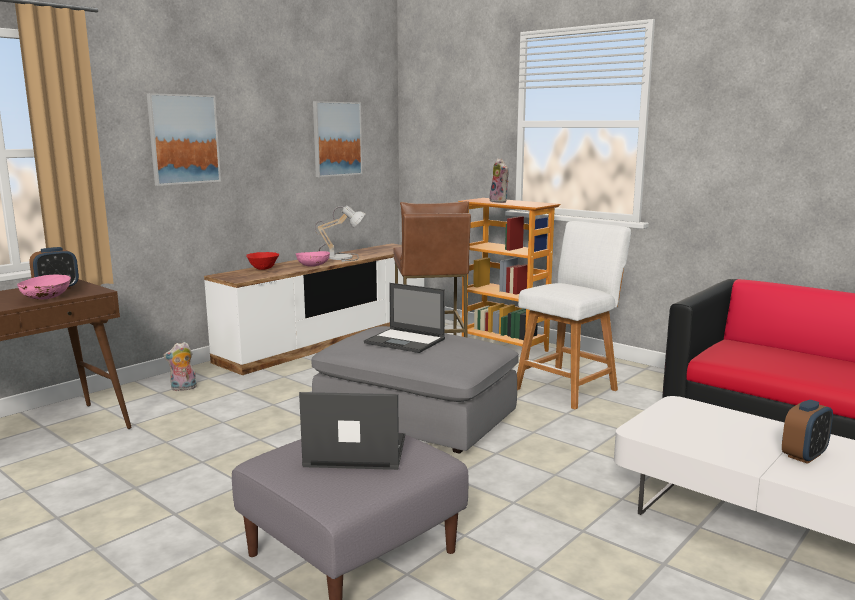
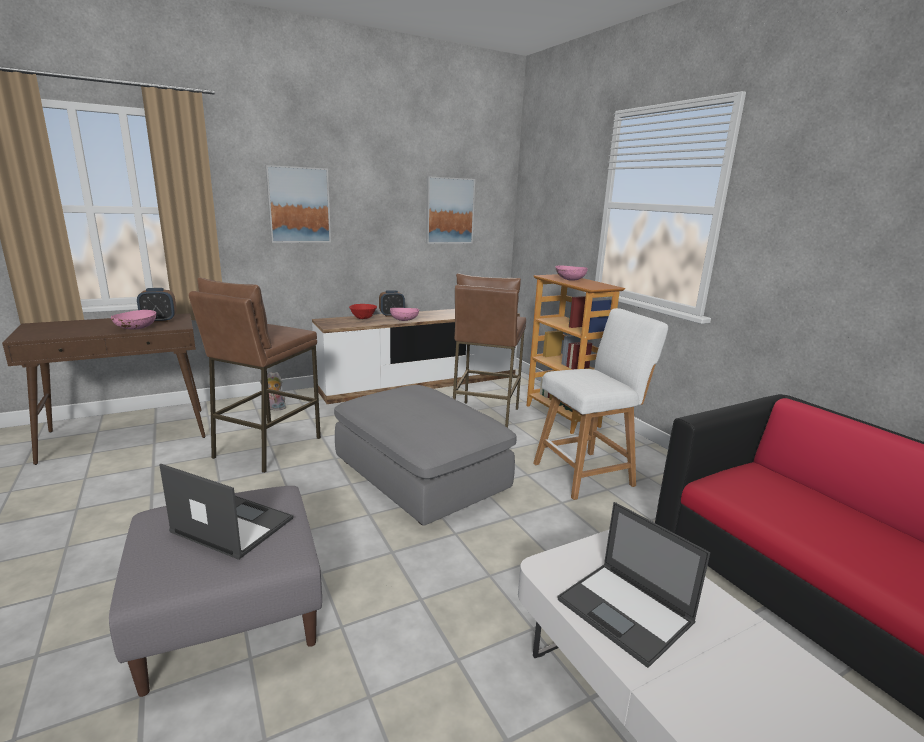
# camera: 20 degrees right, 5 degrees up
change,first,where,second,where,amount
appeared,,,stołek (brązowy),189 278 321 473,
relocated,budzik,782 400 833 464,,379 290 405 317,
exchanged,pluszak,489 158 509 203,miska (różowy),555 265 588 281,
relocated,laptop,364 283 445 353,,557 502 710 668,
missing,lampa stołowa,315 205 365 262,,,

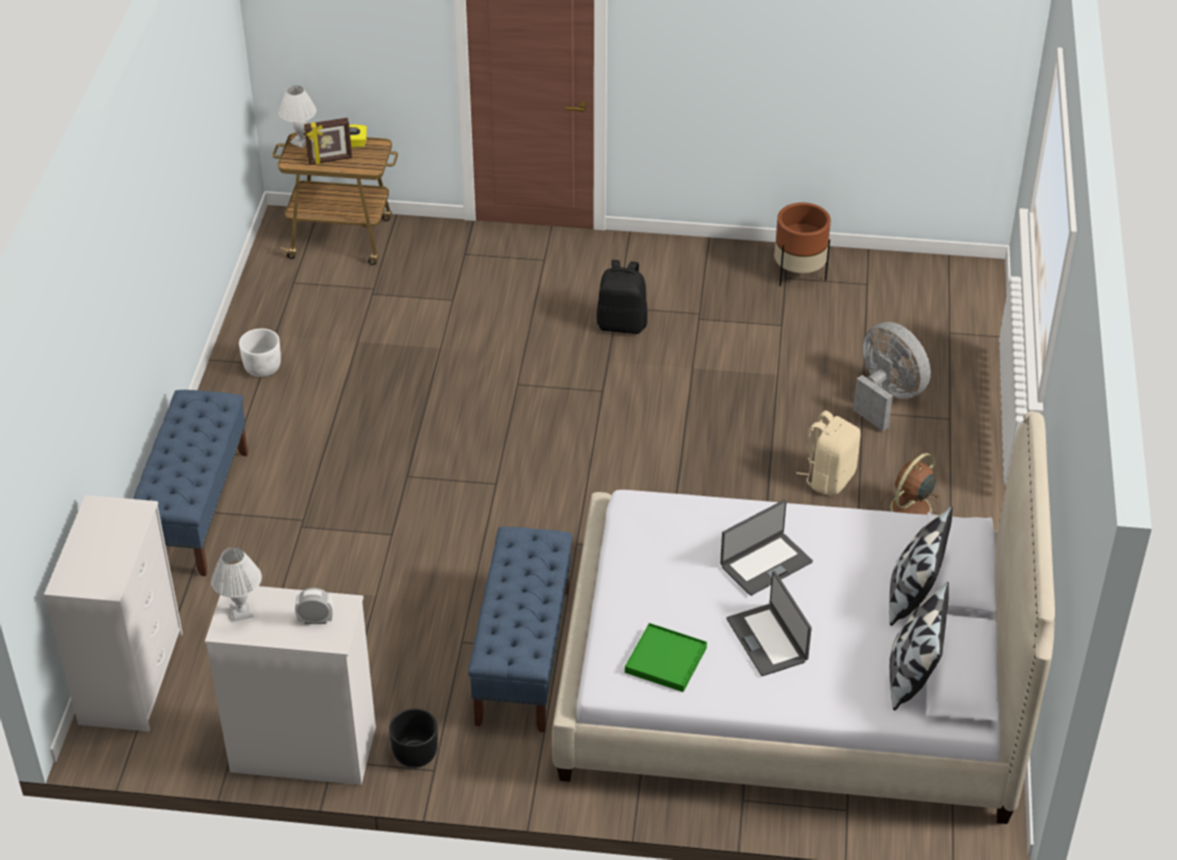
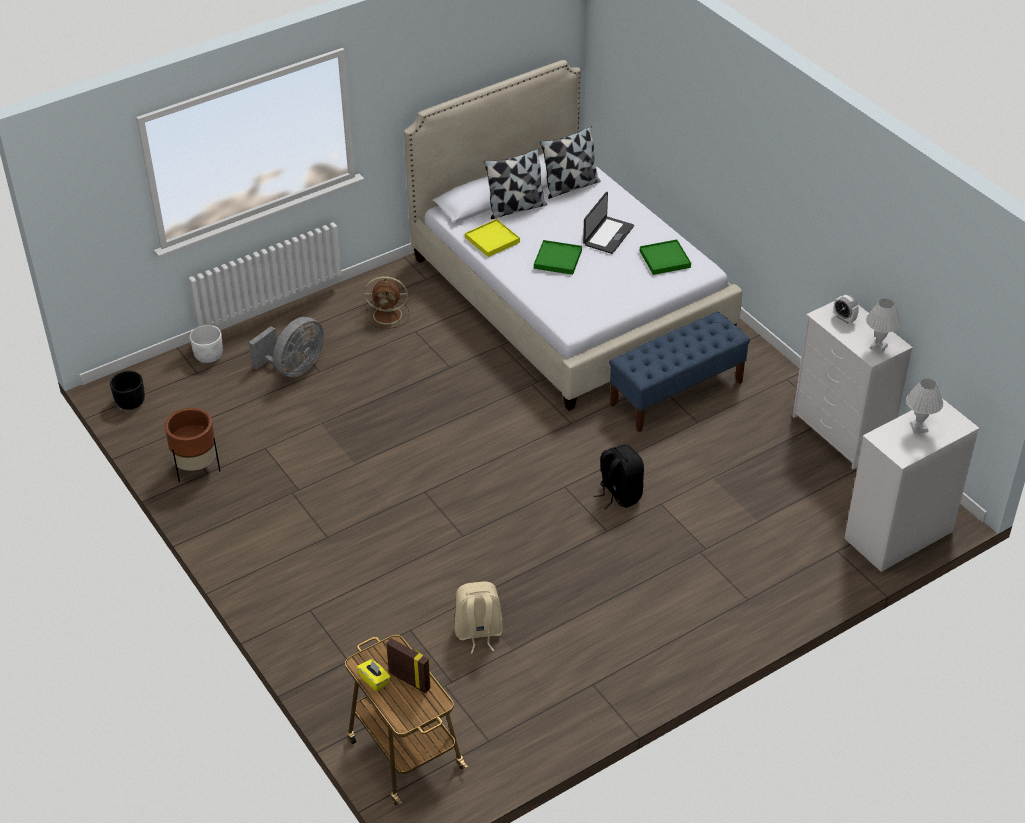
# camera: 130 degrees left, 0 degrees up
change,first,where,second,where,amount
relocated,donica (czarny),389 708 438 768,,110 371 145 410,
relocated,donica (biały),239 328 281 377,,190 325 223 363,
spun,wentylator (szary),853 322 931 431,,249 317 324 377,150 degrees counterclockwise
relocated,plecak (beżowy),796 411 861 495,,454 581 503 654,
appeared,,,taca (żółty),465 219 520 257,
exchanged,laptop,720 500 813 596,taca (zielony),534 240 582 275,
relocated,plecak (czarny),597 260 648 334,,594 445 644 510,
relocated,lampa stołowa (biały),279 85 317 148,,906 378 943 434,
missing,ławka (niebieski),133 390 248 576,,,

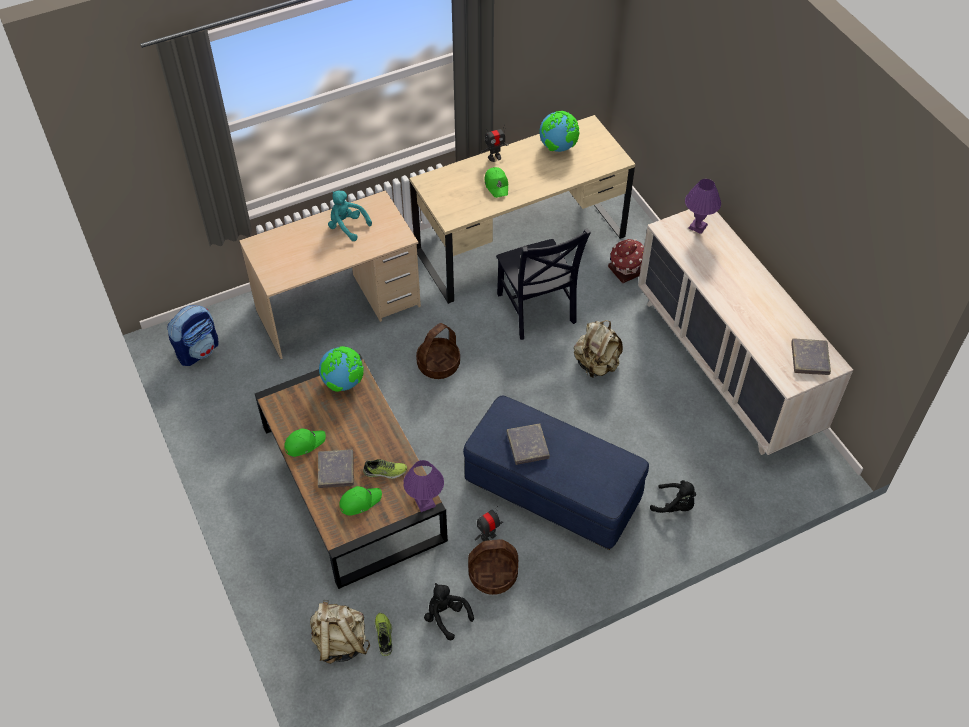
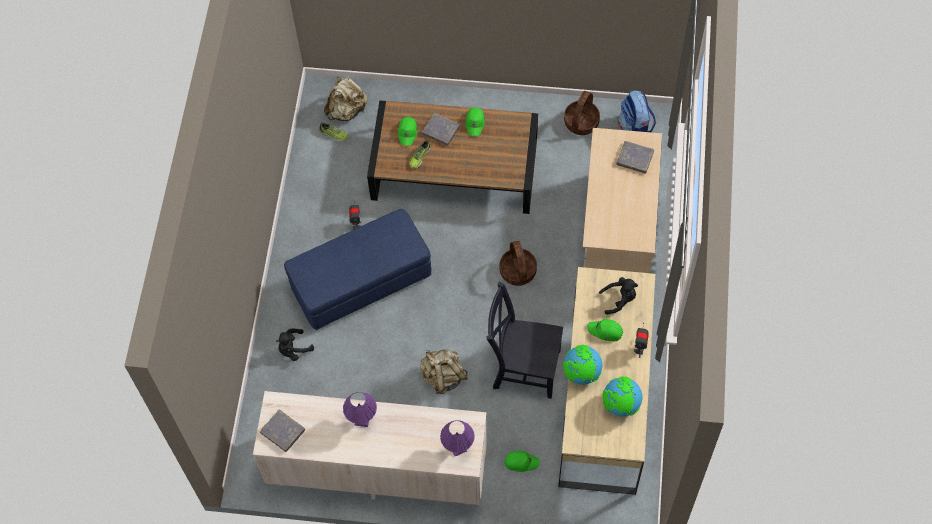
# camera: 125 degrees right, 10 degrees up
change,first,where,second,where,amount
relocated,lampa stołowa (fioletowy),403 460 444 512,,343 392 377 427,
exchanged,domek,608 239 644 283,czapka z daszkiem (zielony),504 451 540 472,
relocated,globus,319 346 364 392,,563 345 602 384,
relocated,koszyk,468 539 518 595,,564 91 600 135,
relocated,pluszak (czarny),424 583 474 640,,599 277 638 315,
relocated,książka (szary),507 423 550 465,,616 141 654 174,
missing,pluszak (turkusowy),328 190 372 241,,,

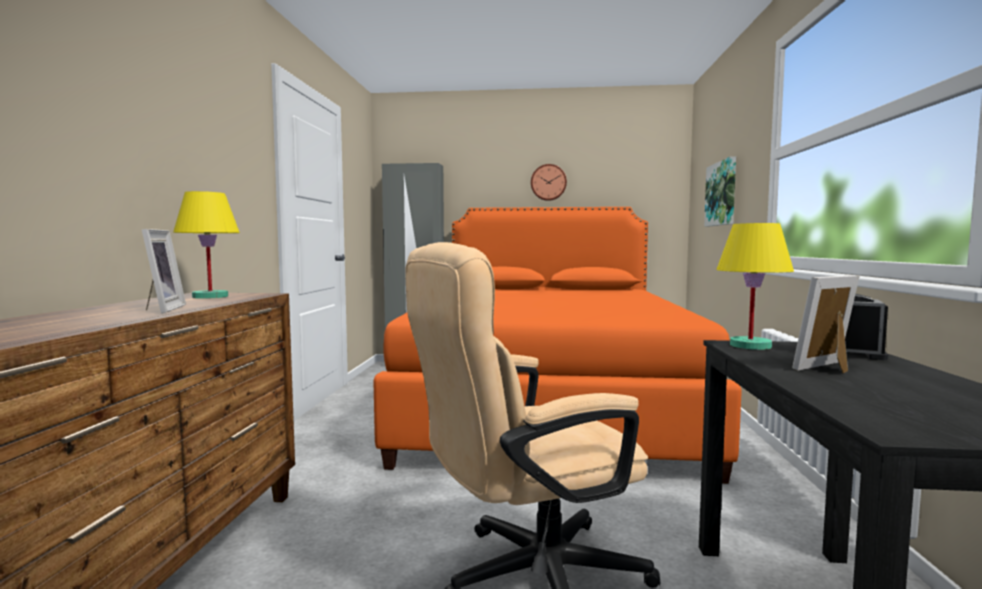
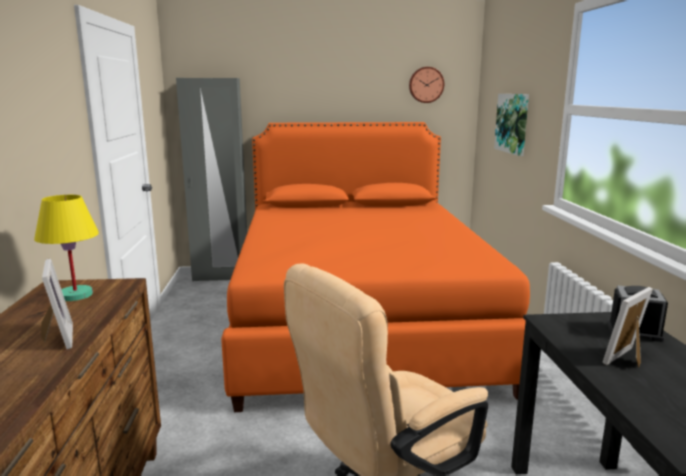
# camera: 10 degrees left, 10 degrees up
change,first,where,second,where,amount
relocated,zegar ścienny,531 164 567 201,,409 67 444 103,
missing,lampa stołowa (żółty),716 223 794 350,,,

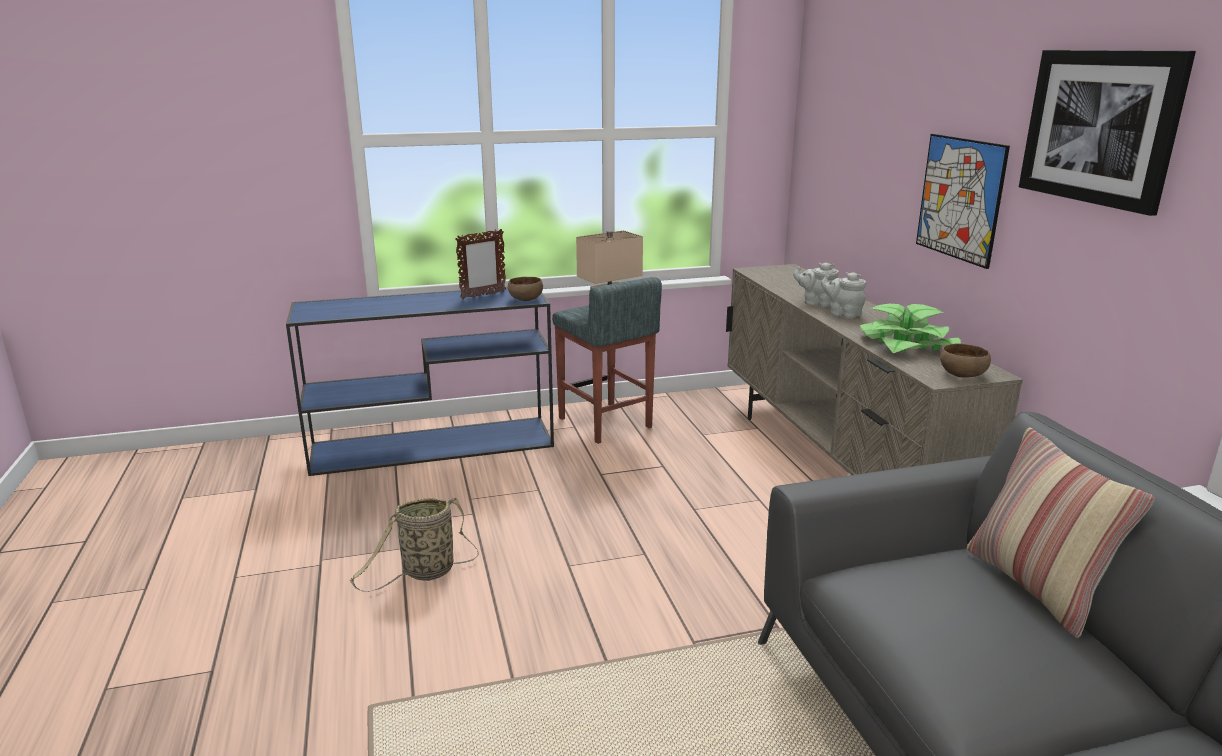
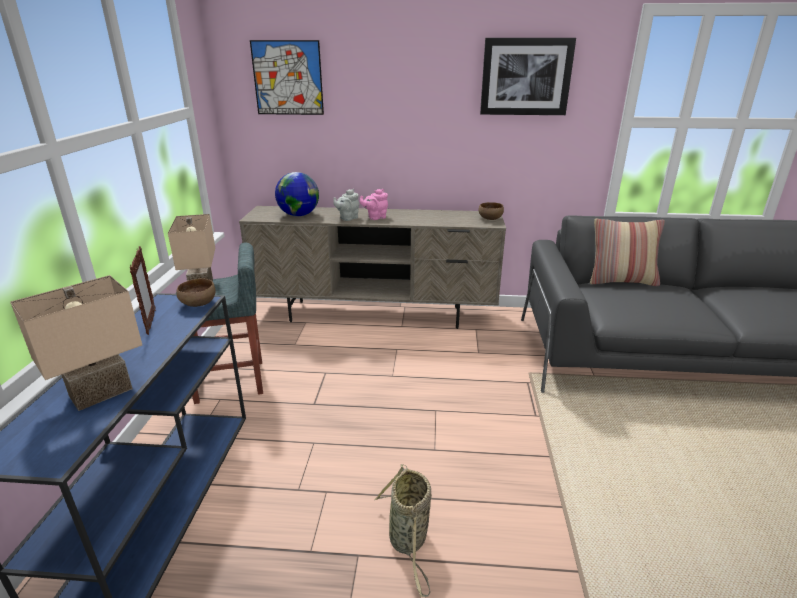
# camera: 70 degrees left, 5 degrees up
change,first,where,second,where,amount
appeared,,,lampa stołowa (beżowy),10 275 142 411,
relocated,obraz,916 134 1010 269,,250 40 324 115,
appeared,,,globus,275 172 319 216,
colour,imbryk (szary),821 272 866 318,imbryk (różowy),360 189 388 220,
missing,roślina doniczkowa,859 304 961 353,,,

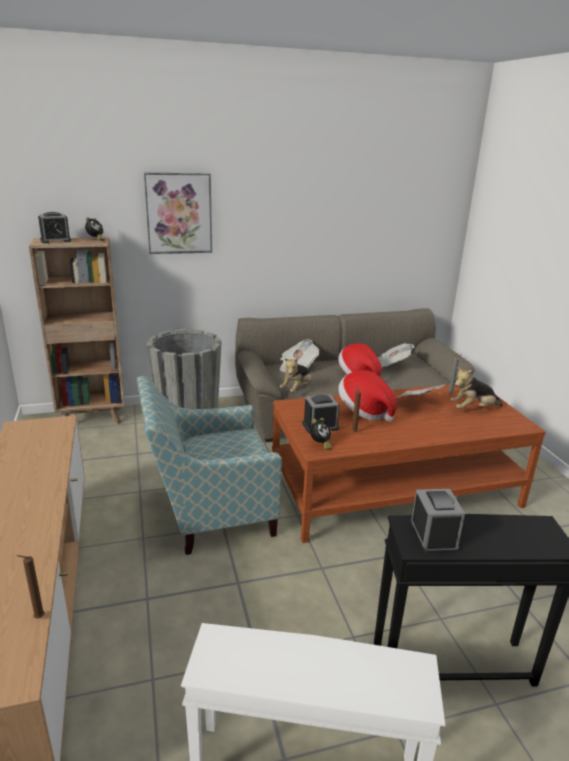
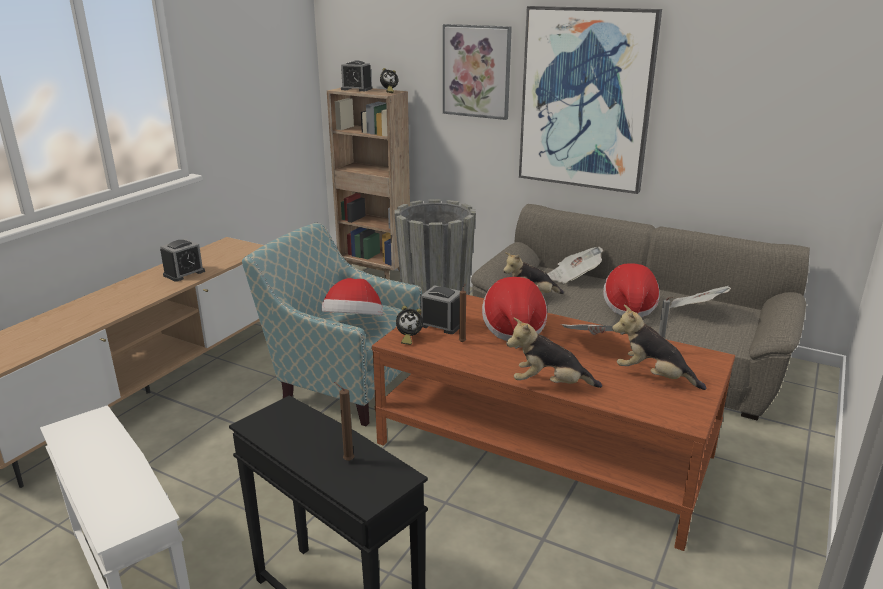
# camera: 45 degrees right, 0 degrees up
change,first,where,second,where,amount
relocated,budzik,410 489 465 554,,160 239 205 282,
appeared,,,kapelusz,321 278 383 315,
relocated,świeca (brązowy),16 555 45 619,,334 382 354 461,
appeared,,,pluszak,506 318 602 388,
appeared,,,obraz,519 6 662 194,

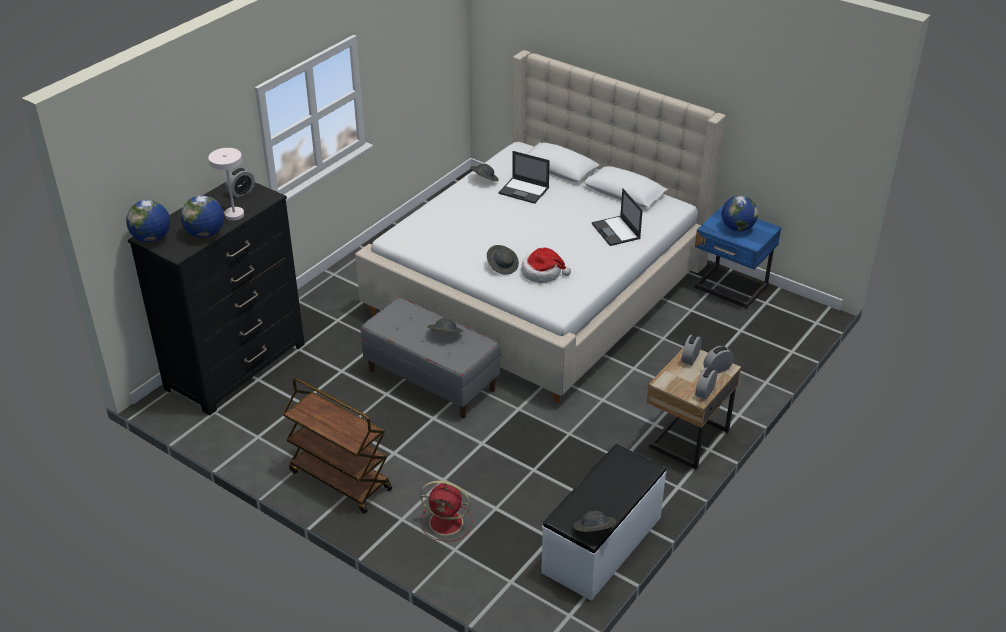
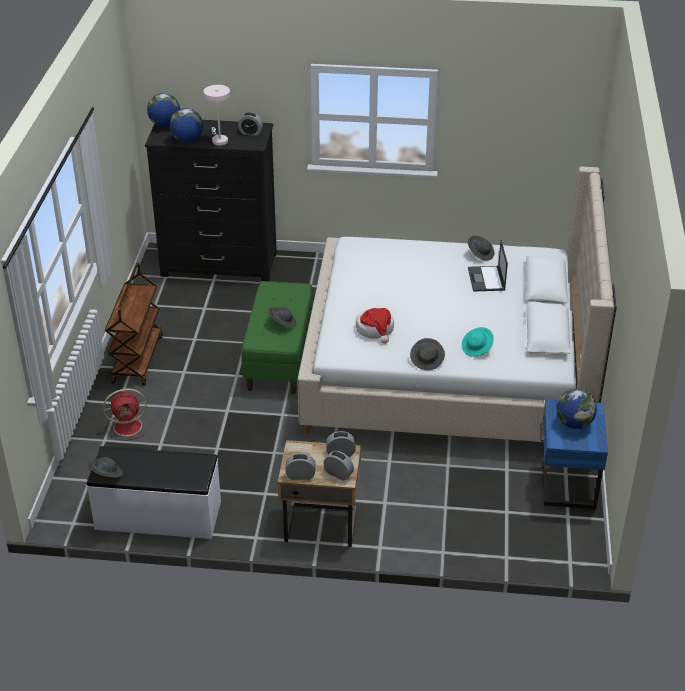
# camera: 60 degrees right, 0 degrees up
change,first,where,second,where,amount
spun,wentylator (czerwony),420 481 473 541,,103 388 150 440,90 degrees counterclockwise
colour,ławka (szary),361 297 500 419,ławka (zielony),241 281 313 394,
relocated,kapelusz (szary),487 245 519 275,,410 338 445 370,
exchanged,laptop,592 188 643 246,kapelusz (turkusowy),462 327 494 357,

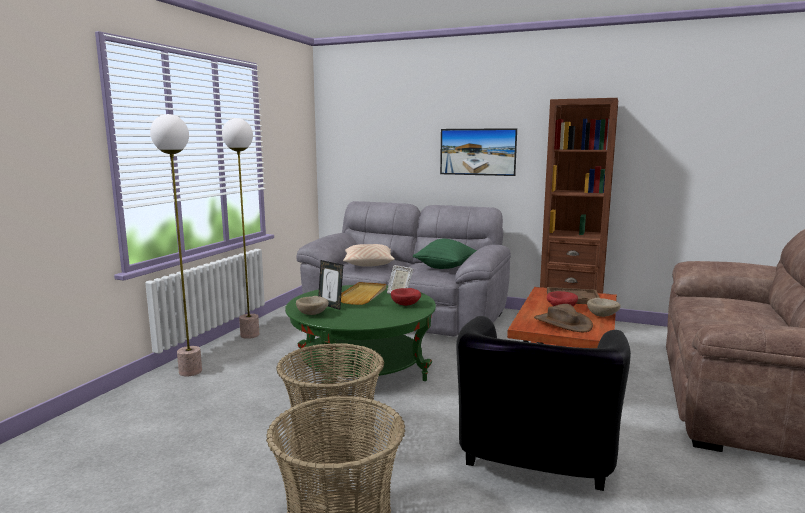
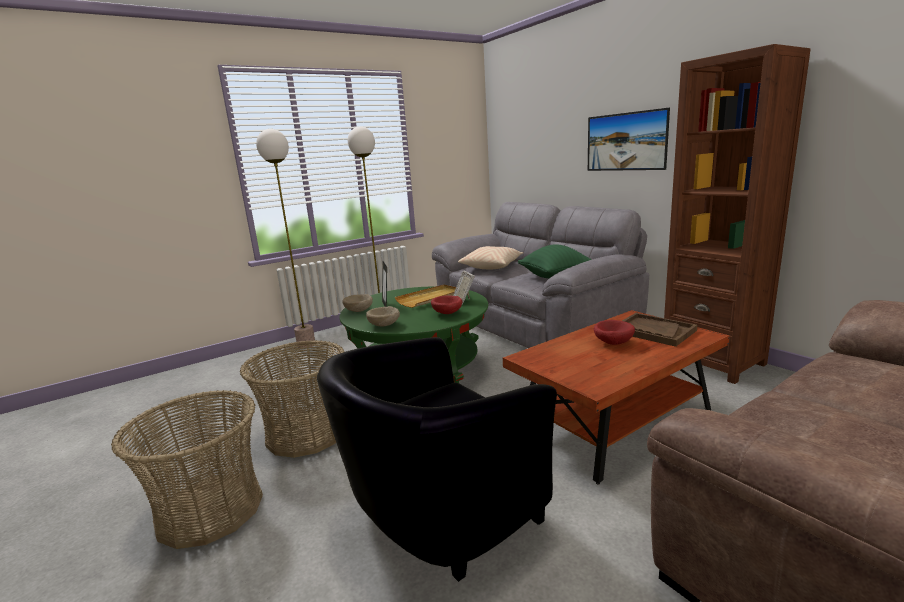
# camera: 35 degrees right, 5 degrees up
change,first,where,second,where,amount
relocated,miska (beżowy),587 298 621 317,,366 306 400 327,
missing,kapelusz (brązowy),534 304 593 332,,,

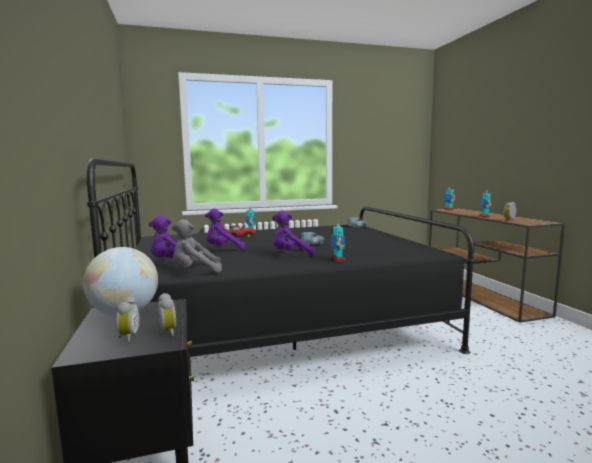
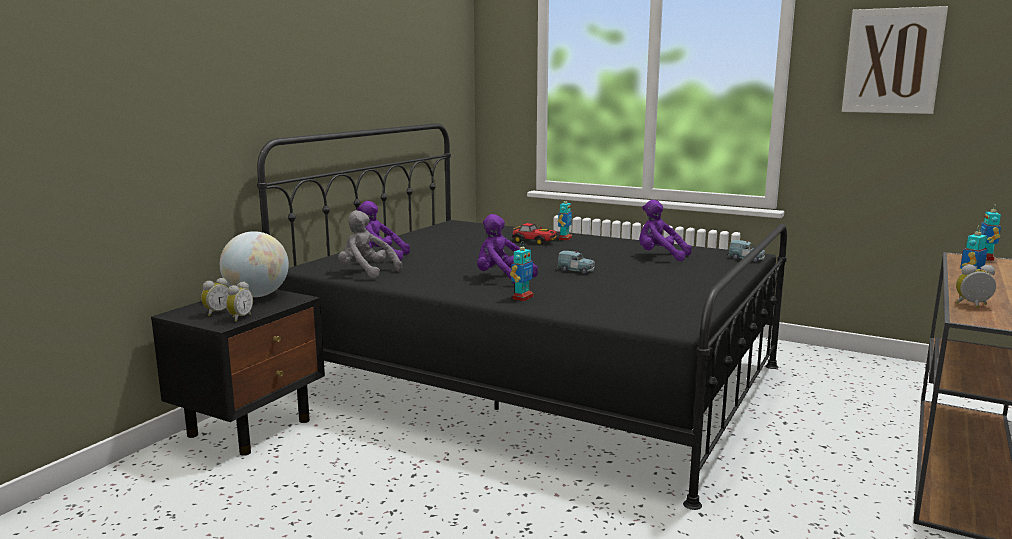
# camera: 45 degrees right, 5 degrees up
change,first,where,second,where,amount
relocated,pluszak (fioletowy),205 208 246 249,,639 200 692 261,
appeared,,,obraz,842 6 948 114,

